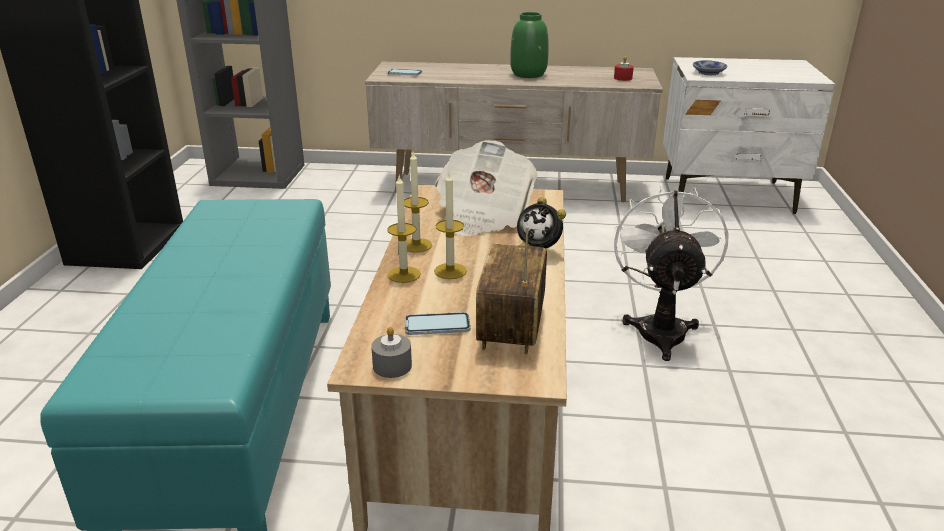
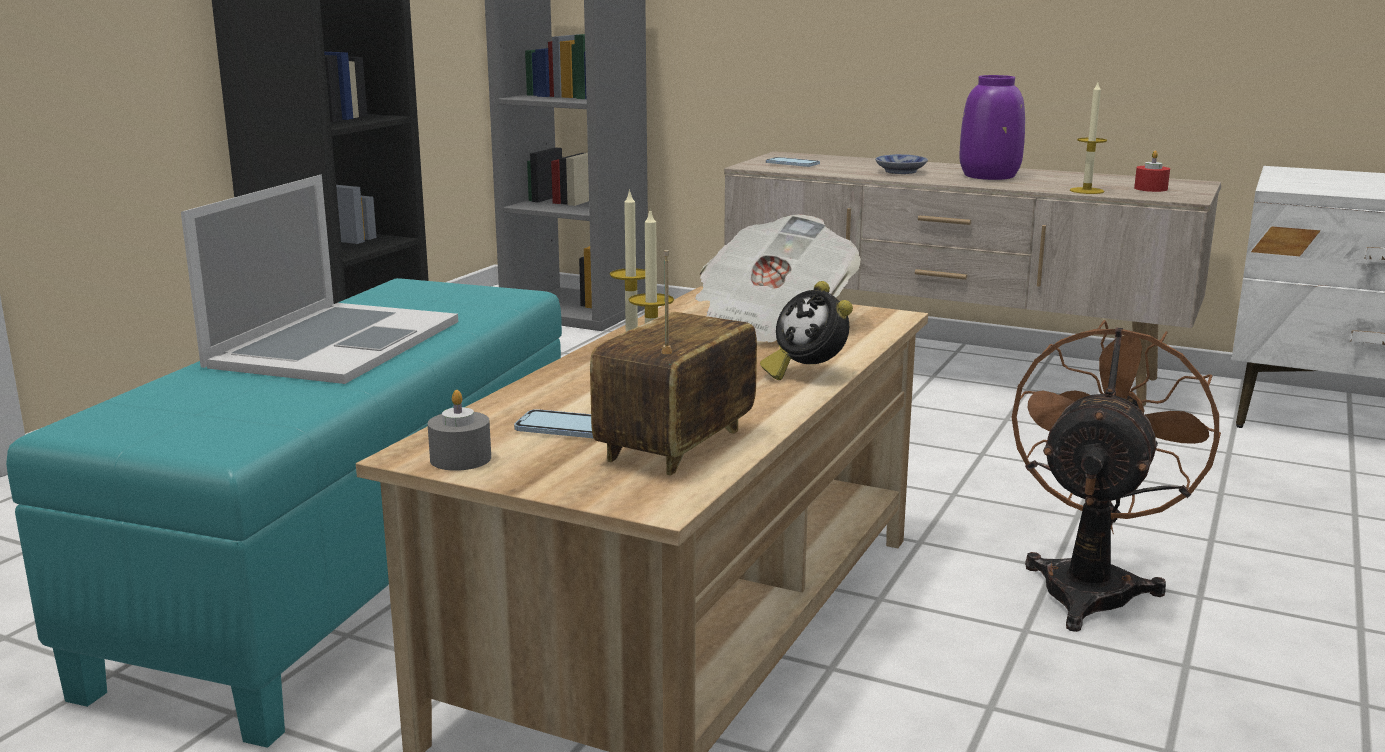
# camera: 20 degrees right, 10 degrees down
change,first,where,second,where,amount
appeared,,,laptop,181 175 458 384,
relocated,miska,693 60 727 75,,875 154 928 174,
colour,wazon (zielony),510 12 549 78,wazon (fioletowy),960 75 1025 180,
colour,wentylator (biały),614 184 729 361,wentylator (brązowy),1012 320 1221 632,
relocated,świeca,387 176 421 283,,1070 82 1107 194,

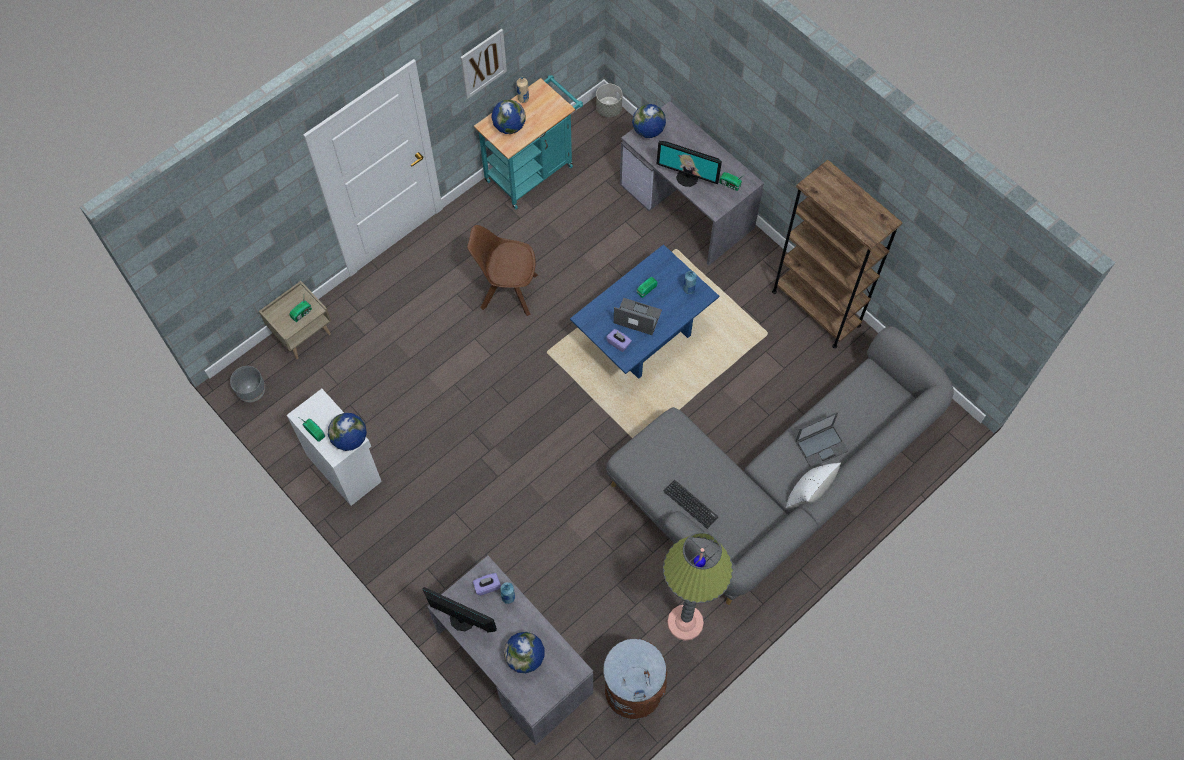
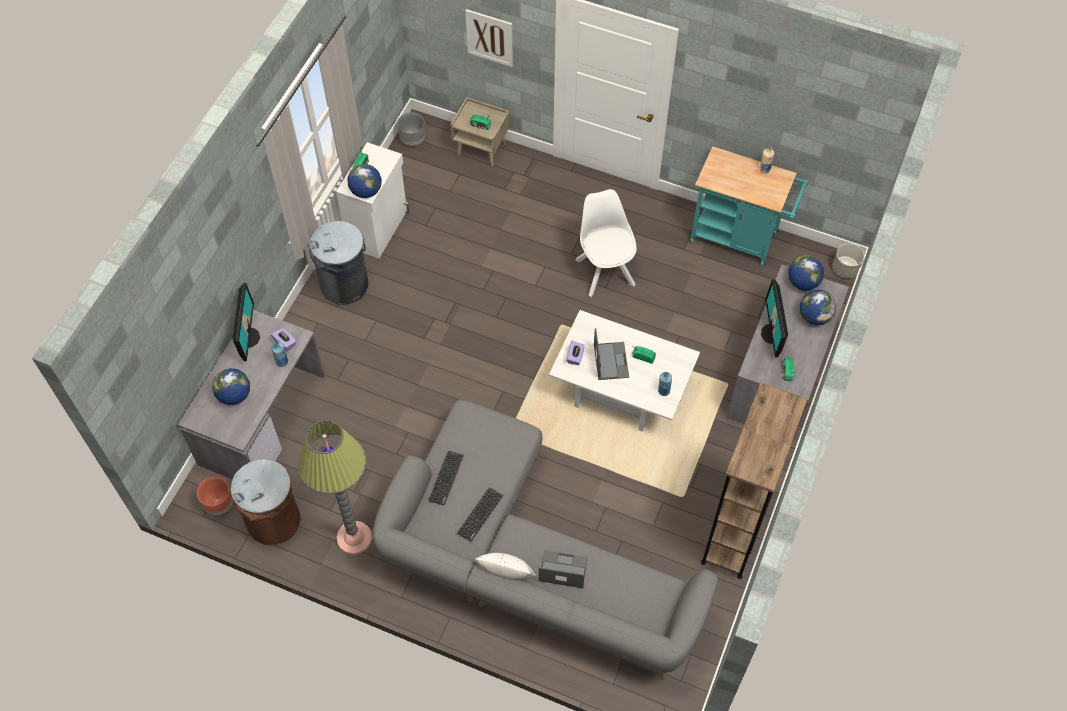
# camera: 65 degrees right, 5 degrees down
change,first,where,second,where,amount
appeared,,,donica (brązowy),197 477 233 515,
appeared,,,kosz na śmieci (szary),309 221 369 305,
appeared,,,klawiatura,457 487 503 542,
relocated,obraz,460 29 507 99,,465 9 513 67,
spun,laptop,795 412 848 468,,539 550 588 588,150 degrees clockwise
colour,ława (niebieski),570 244 719 379,ława (biały),549 310 700 432,
colour,krzesło (brązowy),467 225 538 316,krzesło (biały),575 189 637 297,
relocated,globus,491 99 526 134,,800 290 836 325,

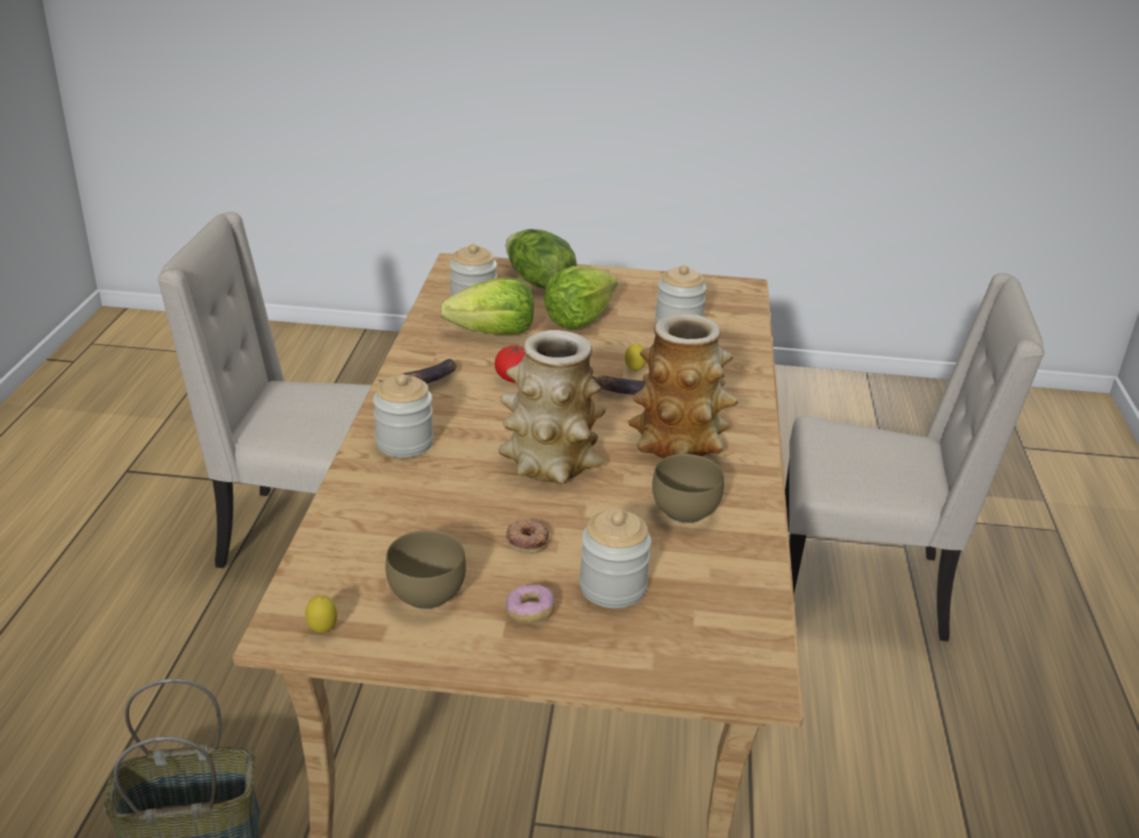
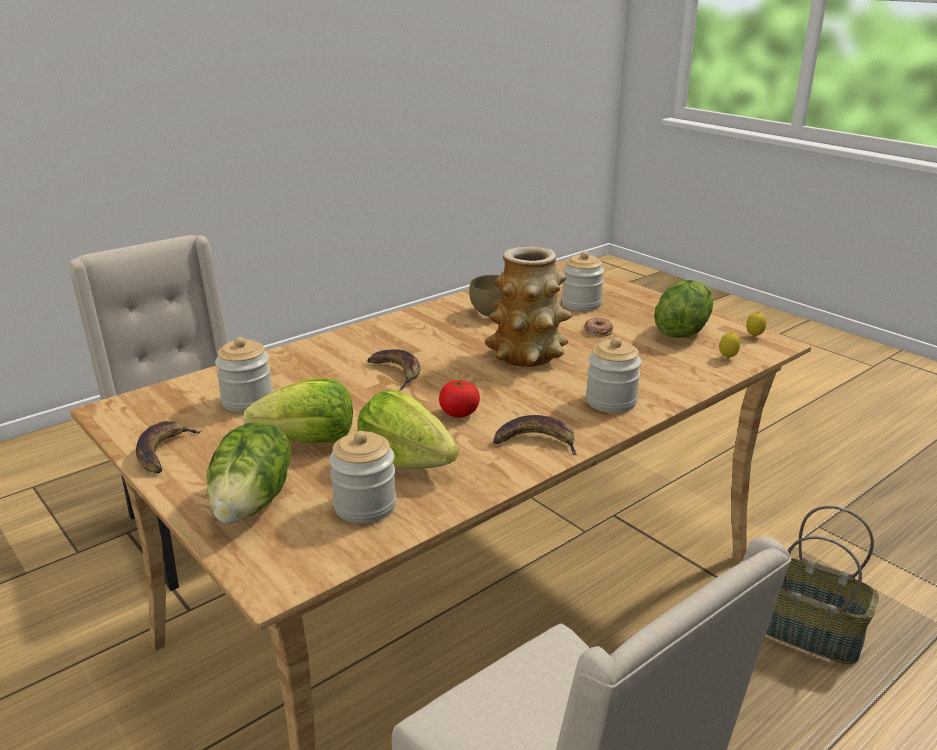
# camera: 135 degrees left, 5 degrees down
change,first,where,second,where,amount
appeared,,,banan,136 421 202 474,
exchanged,miska (brązowy),386 530 466 609,sałata,654 280 713 338,
relocated,cytryna,625 343 646 372,,719 332 740 358,
missing,donut,506 585 555 623,,,
missing,wazon,628 313 738 459,,,

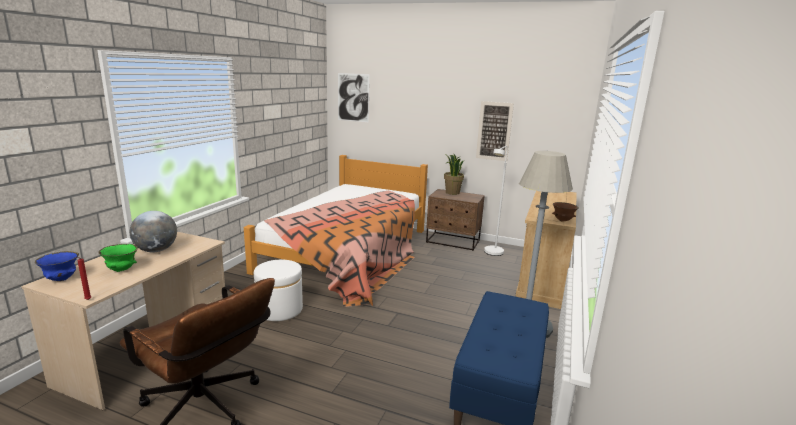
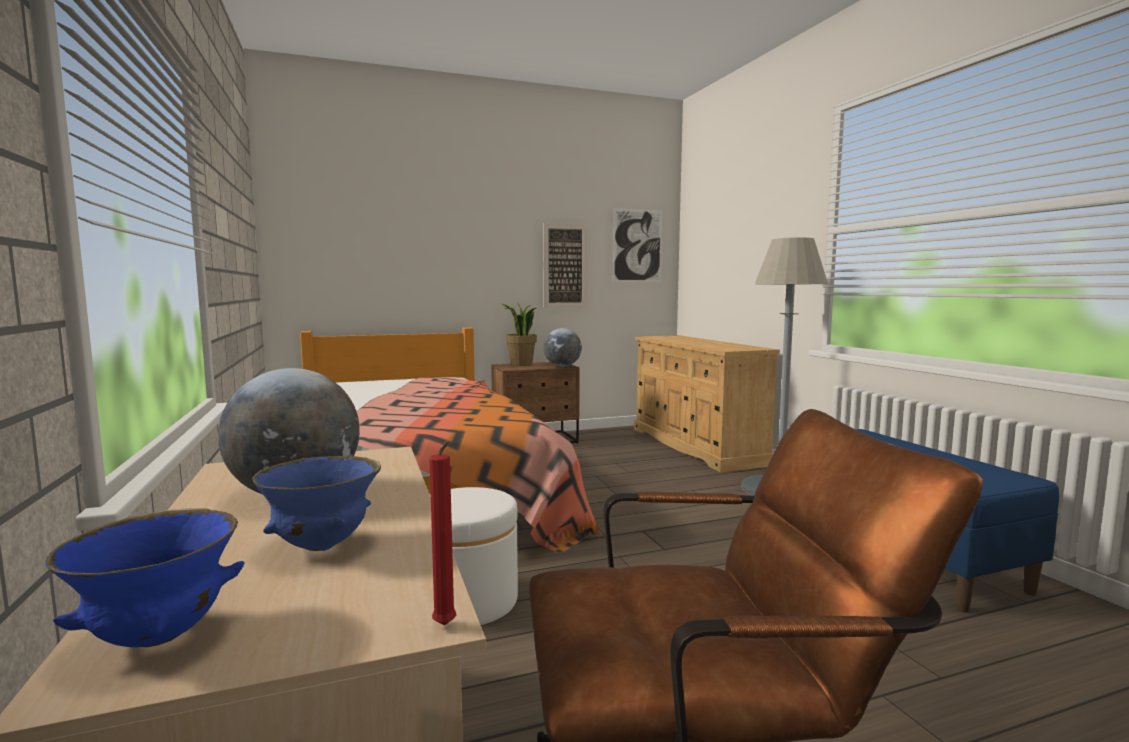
# camera: 40 degrees left, 10 degrees down
change,first,where,second,where,amount
colour,miska (zielony),99 244 138 272,miska (niebieski),252 456 381 551,
appeared,,,globus,543 328 582 367,
relocated,obraz,338 73 370 122,,613 208 662 282,
missing,lampa stojąca (biały),484 146 508 256,,,
missing,miska (brązowy),552 202 579 222,,,

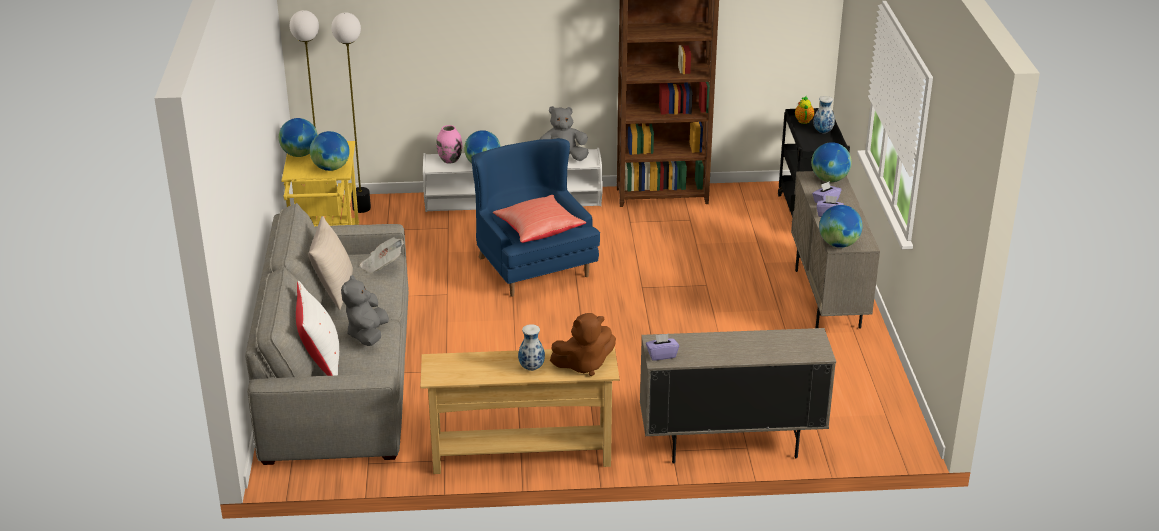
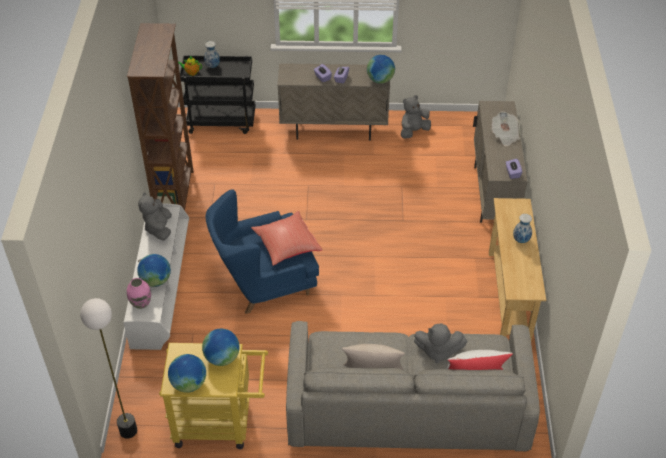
# camera: 85 degrees left, 15 degrees up
change,first,where,second,where,amount
appeared,,,pluszak (szary),401 95 431 139,
relocated,gazeta,360 237 404 274,,491 111 521 146,
missing,lampa stojąca,331 12 371 213,,,
missing,pluszak (brązowy),550 313 616 376,,,
missing,globus,811 142 852 182,,,

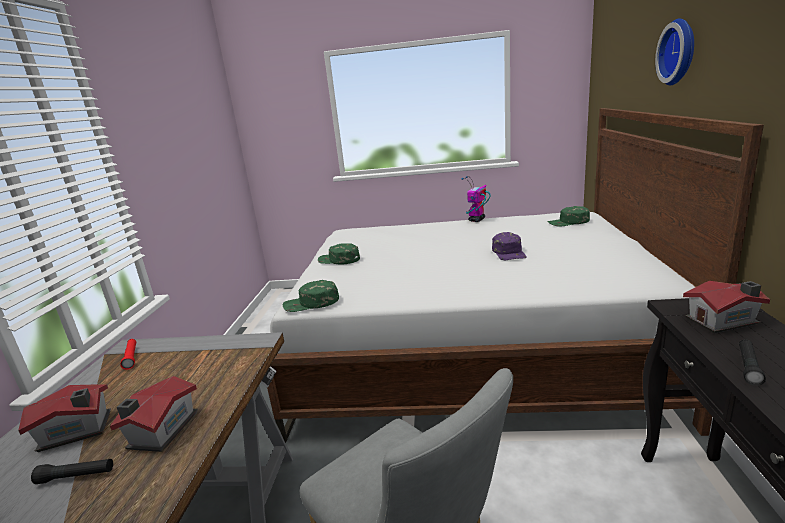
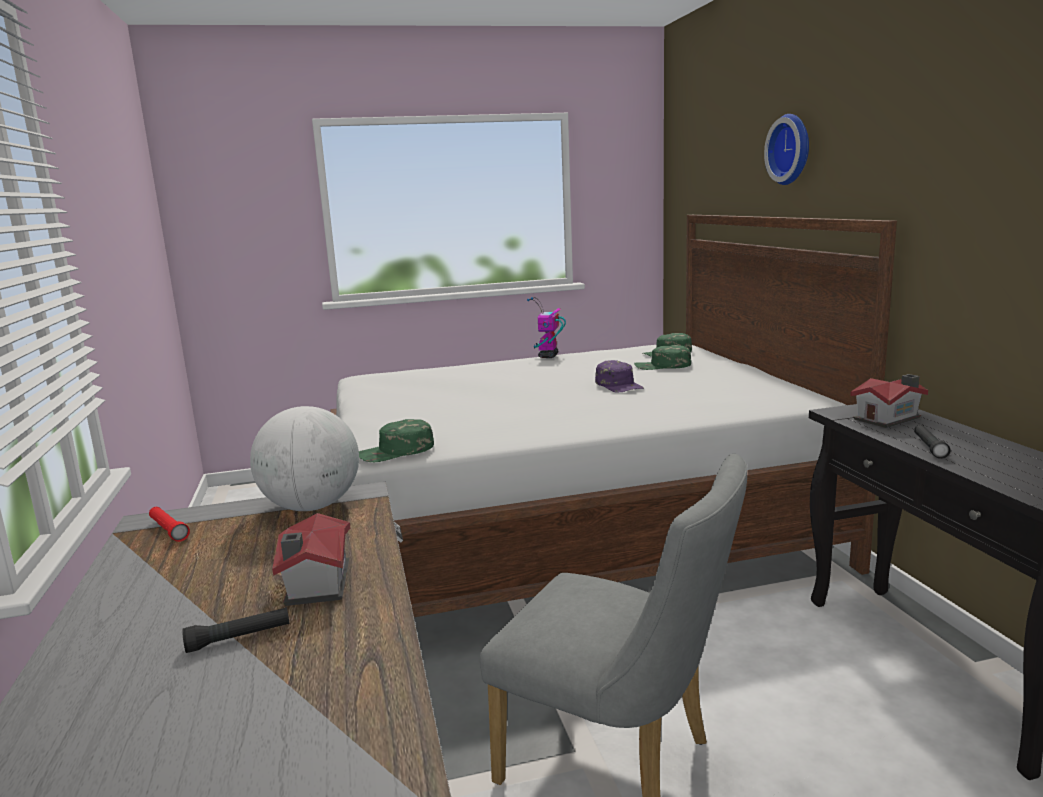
# camera: 20 degrees left, 5 degrees down
change,first,where,second,where,amount
appeared,,,globus,250 406 359 511,
relocated,czapka z daszkiem (zielony),318 243 360 264,,634 345 691 370,
missing,domek,18 384 111 452,,,

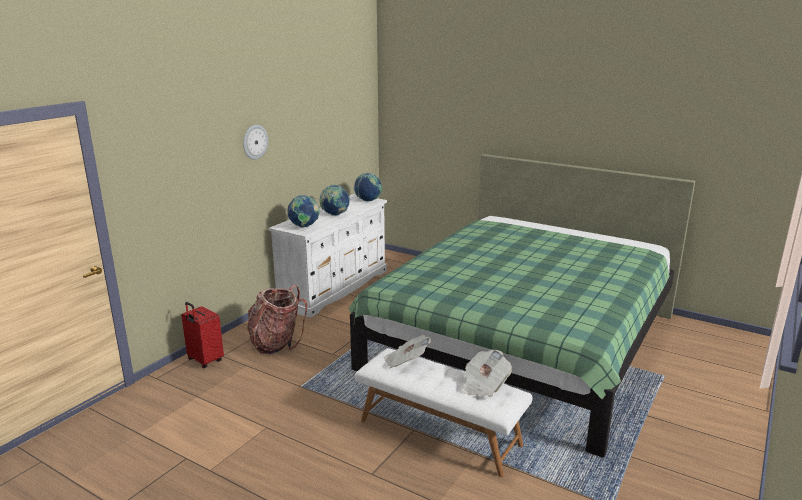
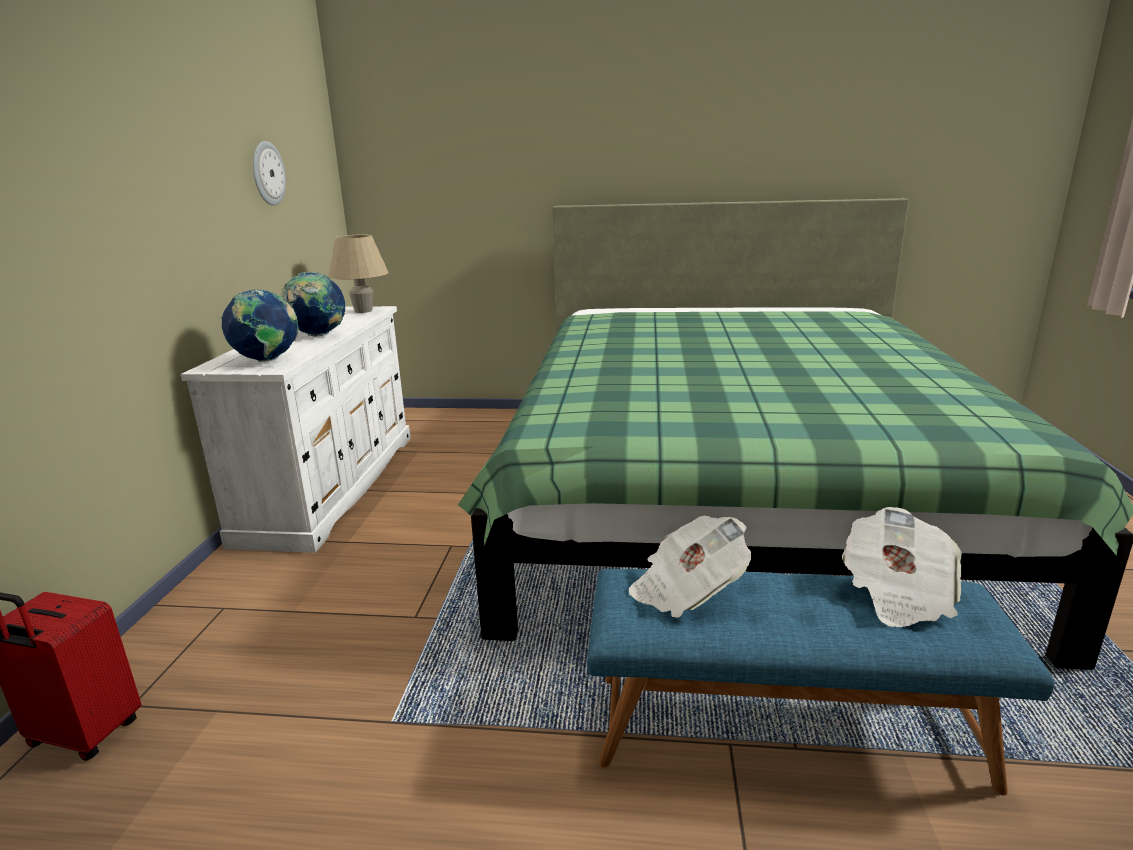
# camera: 25 degrees left, 0 degrees up
change,first,where,second,where,amount
relocated,zegar ścienny,243 125 268 160,,253 141 286 206,
exchanged,globus,353 173 382 202,lampa stołowa (beżowy),328 234 388 313,
colour,ławka (biały),355 348 532 477,ławka (niebieski),587 569 1055 796,
missing,plecak,248 285 307 354,,,

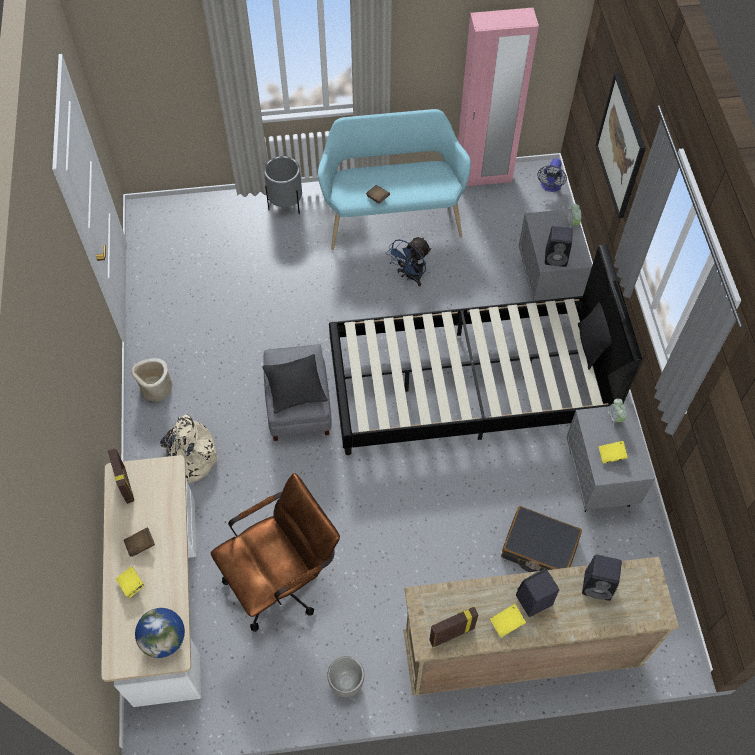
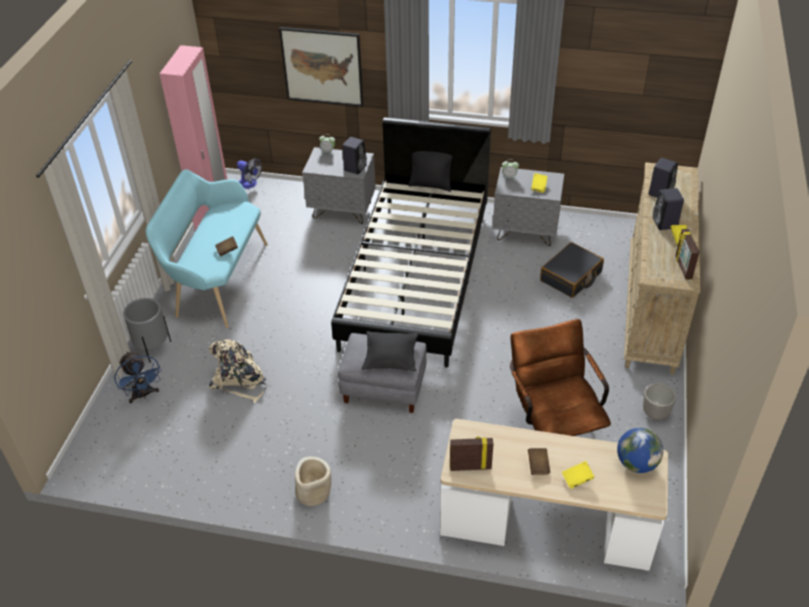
# camera: 70 degrees left, 15 degrees down
change,first,where,second,where,amount
relocated,wentylator (niebieski),386 237 431 287,,114 351 161 403,
relocated,plecak (beżowy),160 414 220 484,,208 339 267 403,

